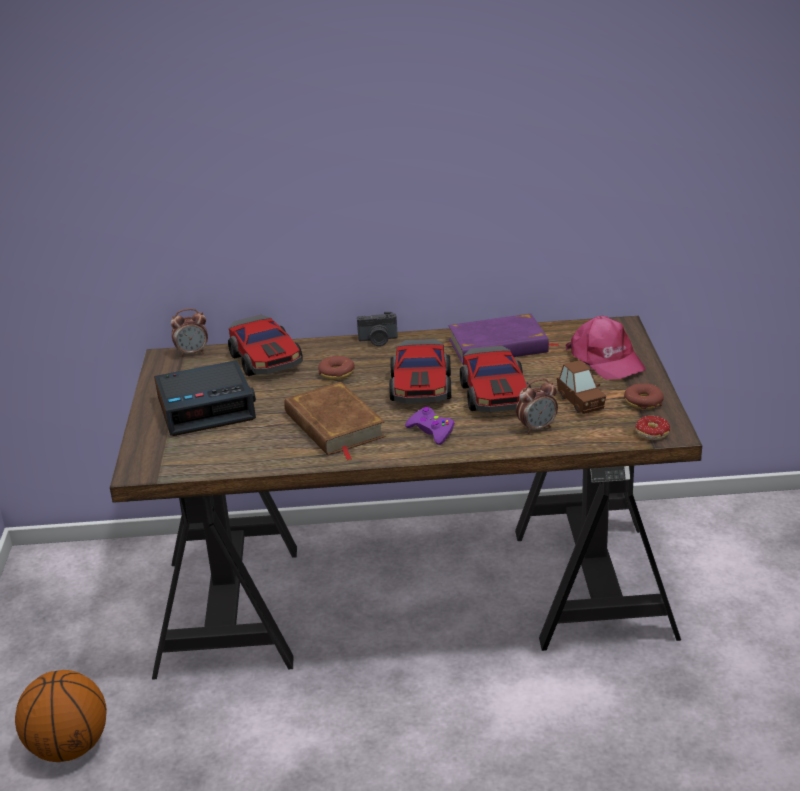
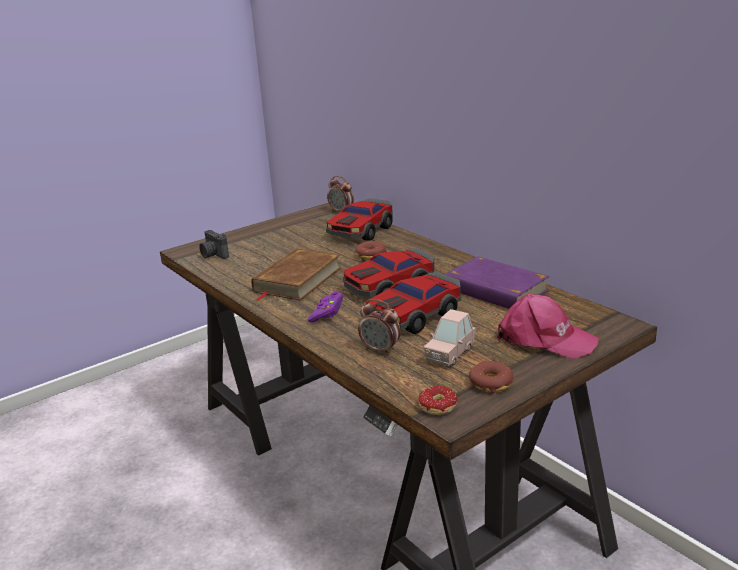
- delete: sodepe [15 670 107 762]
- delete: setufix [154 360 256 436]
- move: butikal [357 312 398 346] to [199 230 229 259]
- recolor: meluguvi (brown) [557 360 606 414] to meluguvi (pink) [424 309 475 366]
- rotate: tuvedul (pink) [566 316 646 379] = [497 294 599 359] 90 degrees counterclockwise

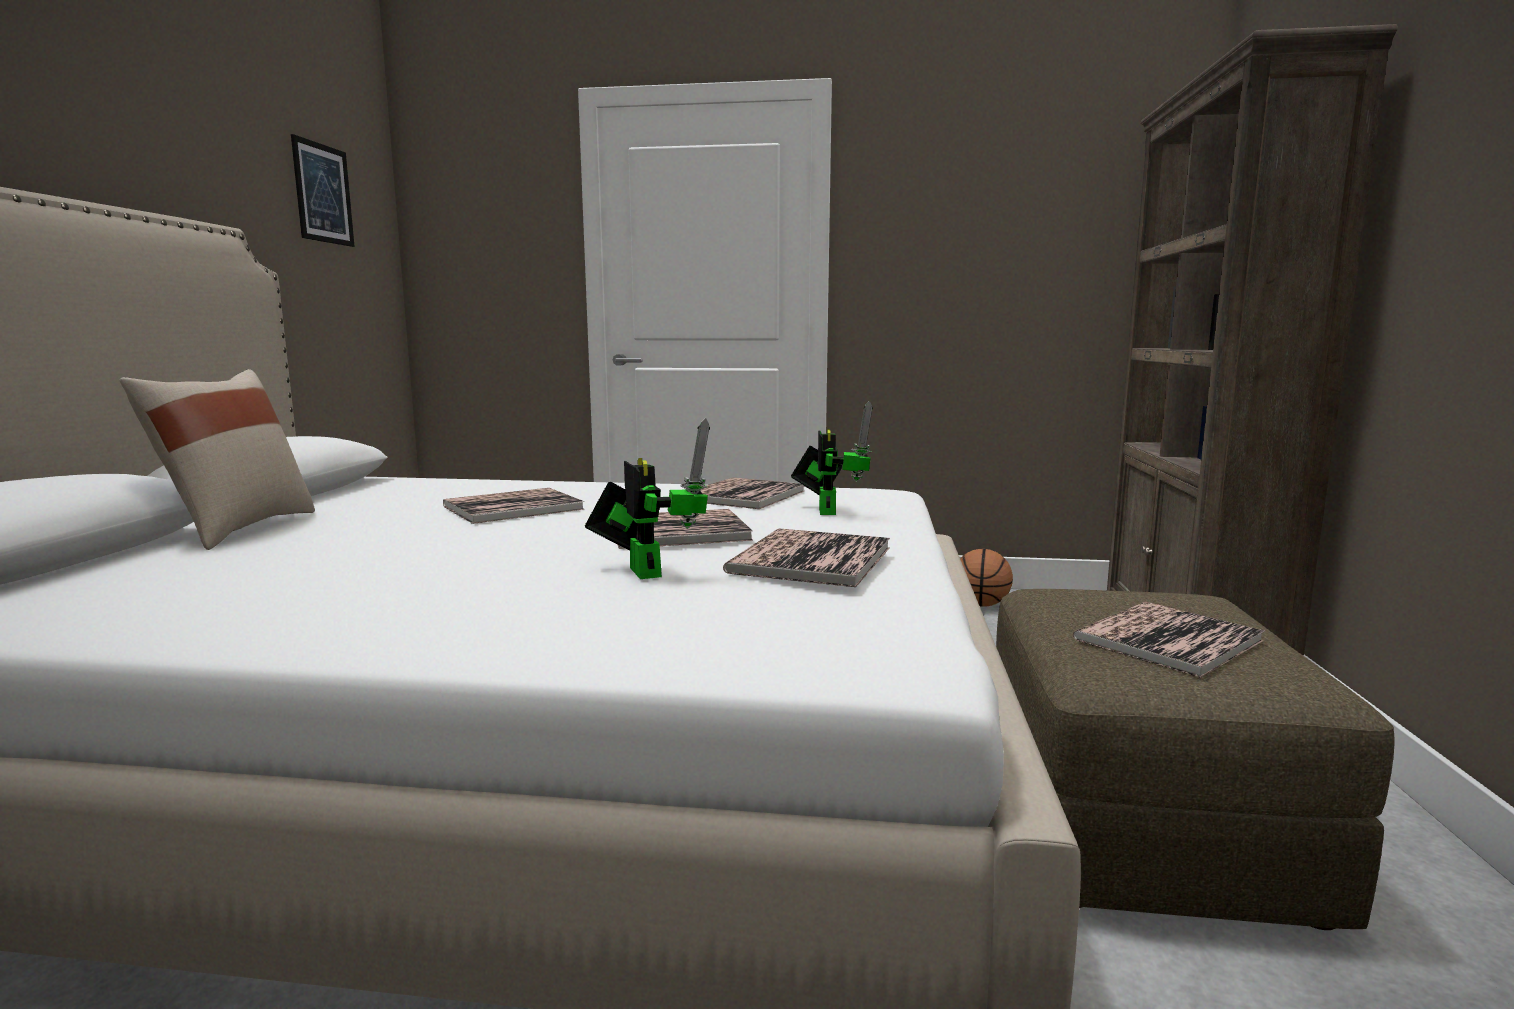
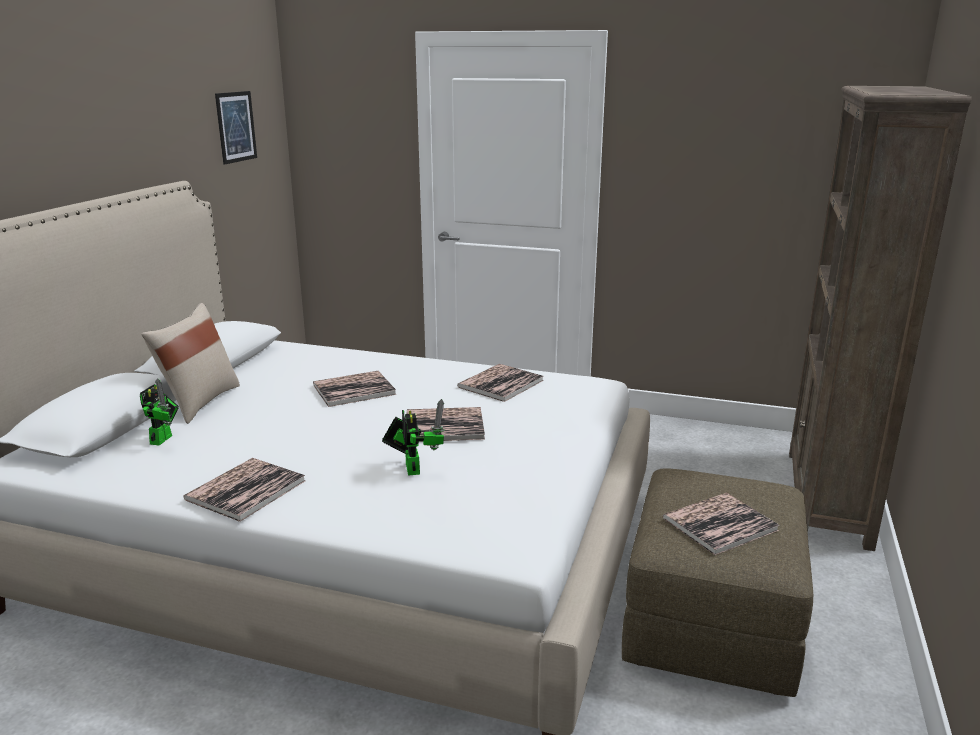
- delete: sodepe [960 549 1013 607]
- move: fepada [723 529 890 587] to [183 458 305 522]
- move: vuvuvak [791 401 873 515] to [140 378 179 445]

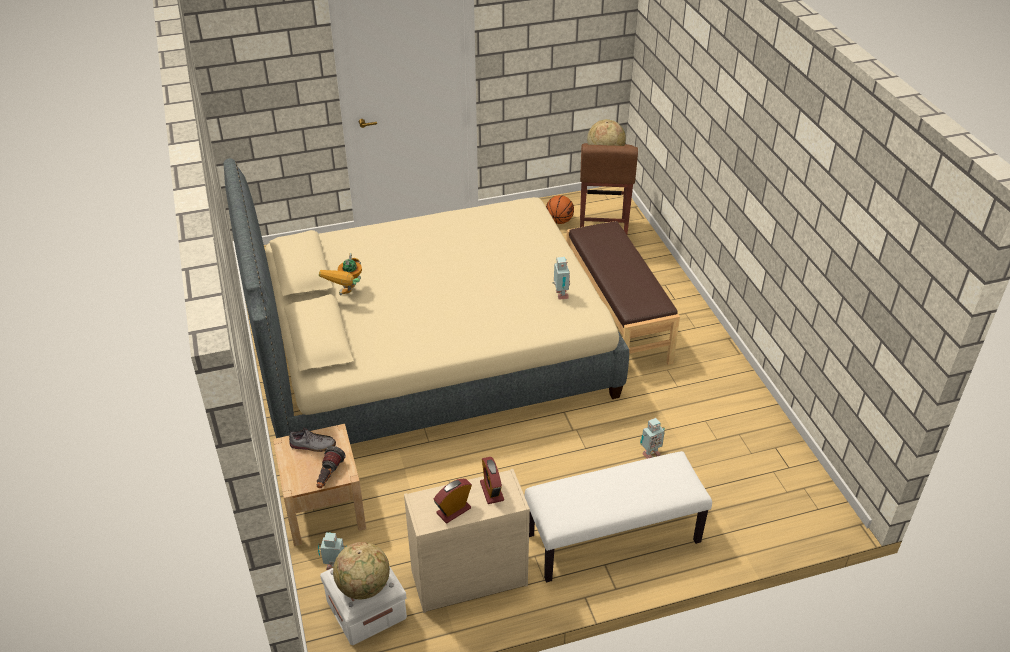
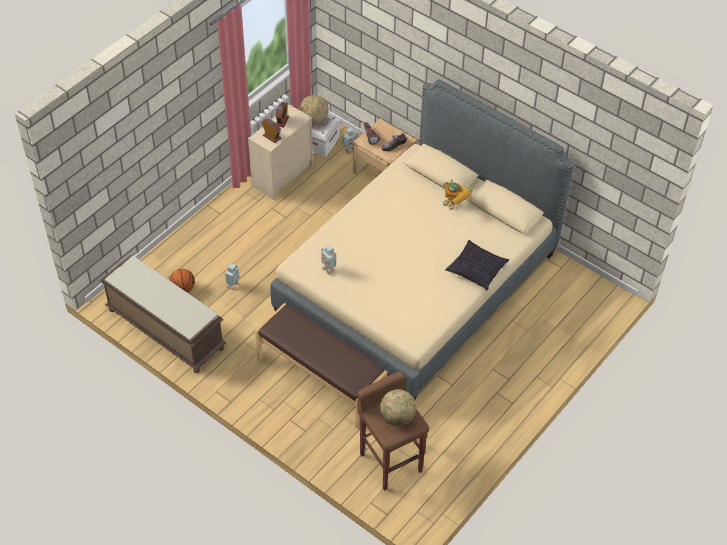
- delete: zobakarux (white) [525 451 712 582]
- insert: zobakarux (brown) [100 255 226 373]
- insert: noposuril [445 240 509 290]
- move: sodepe [546 195 574 224] to [170 269 195 293]
- rotate: vuvuvak [319 253 362 295] = [442 179 473 210] 150 degrees clockwise

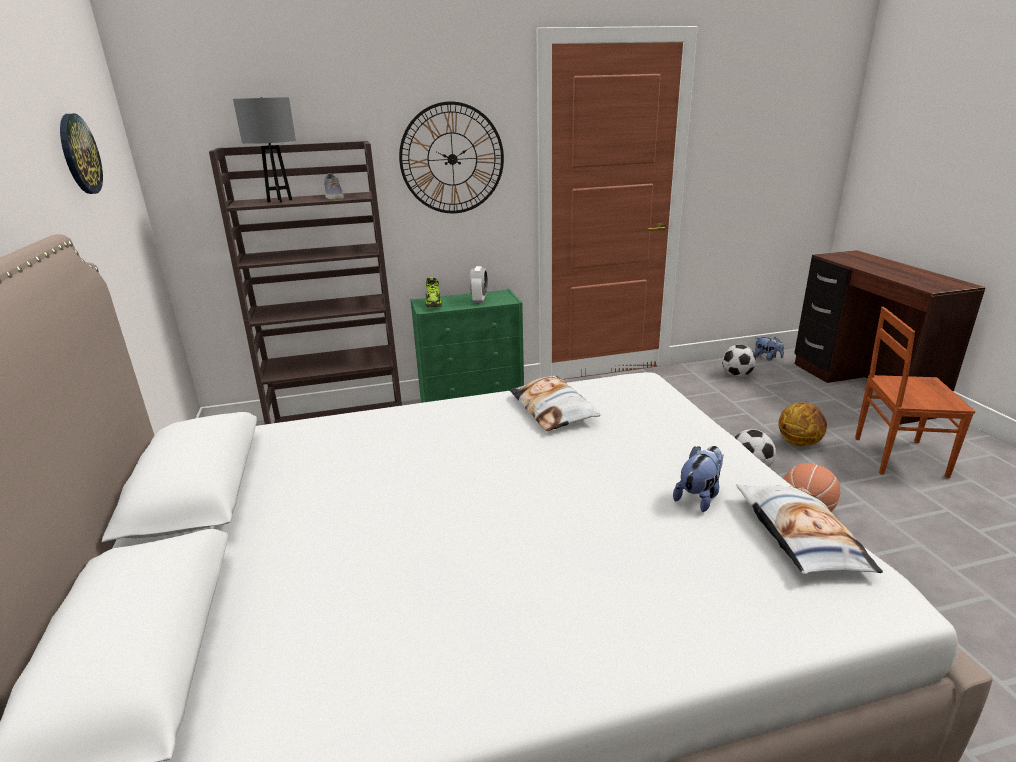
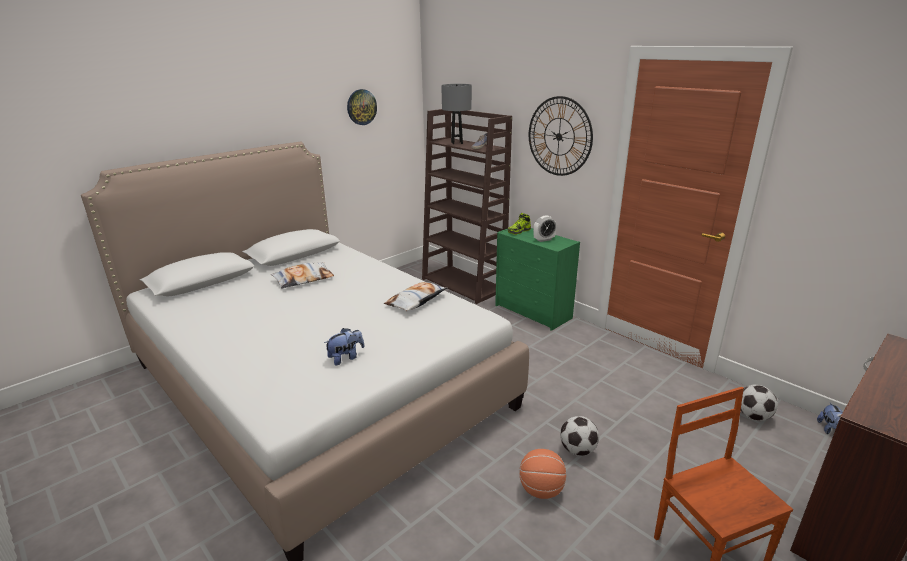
- delete: sodepe [778 403 827 446]
- move: noposuril [737 484 883 574] to [271 262 334 289]
- rotate: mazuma [673 446 723 512] = [324 328 364 365] 45 degrees counterclockwise

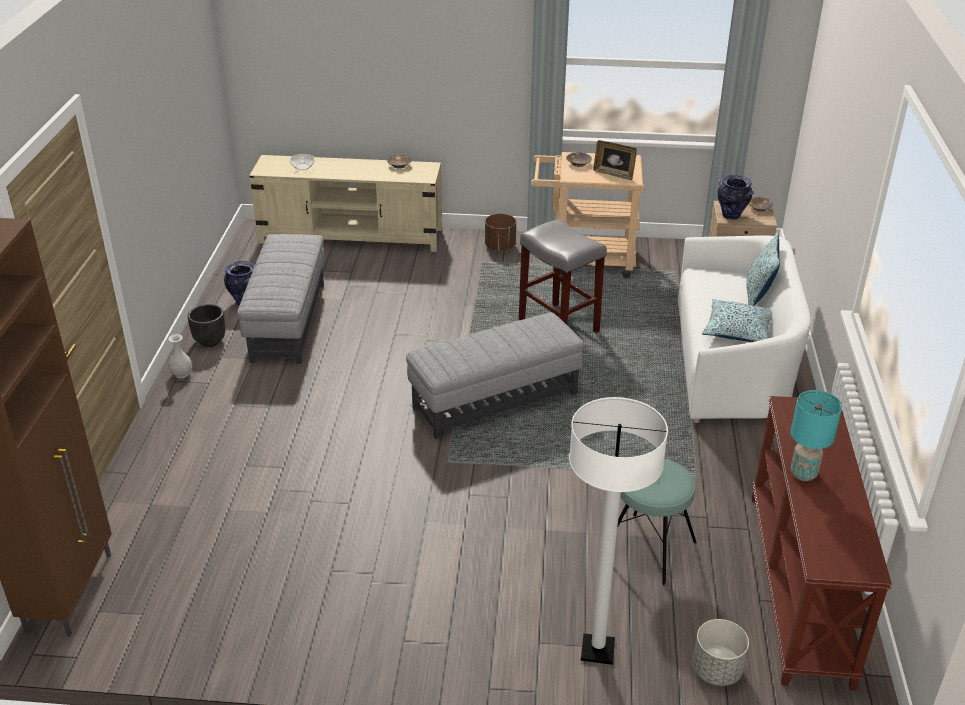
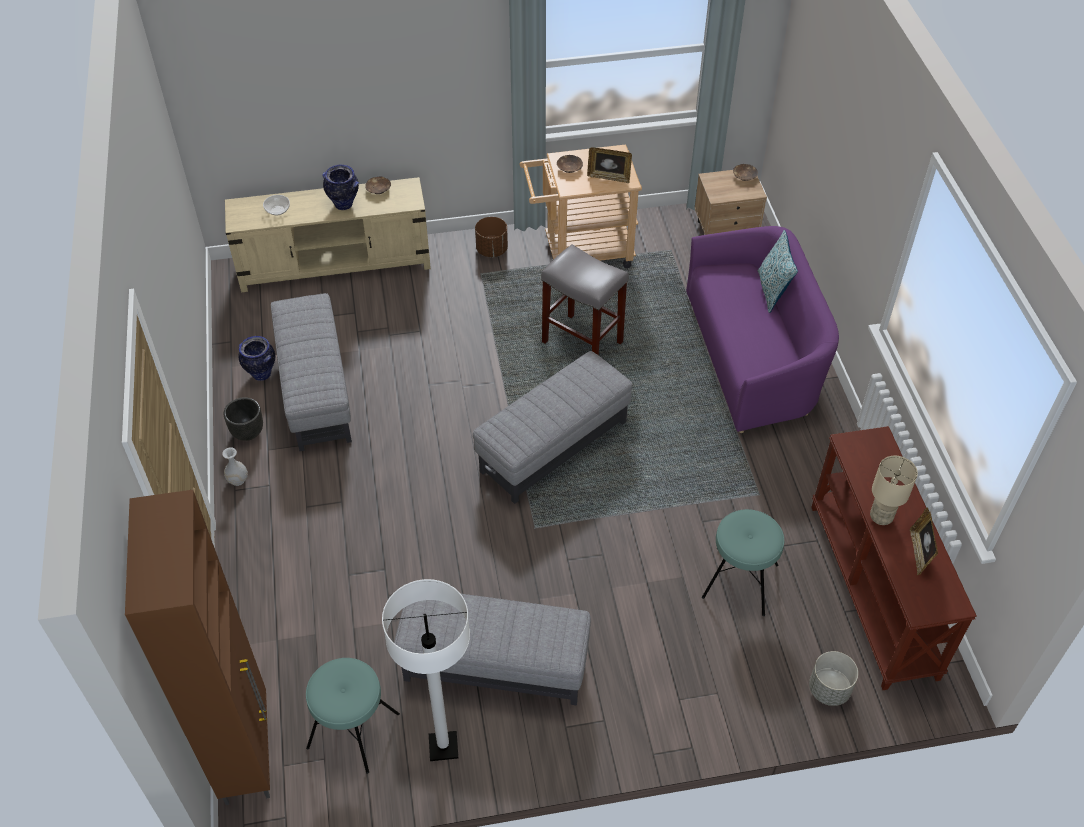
- delete: noposuril [702 299 772 342]
- insert: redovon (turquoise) [306 658 400 774]
- insert: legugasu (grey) [394 594 591 706]
- insert: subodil [910 508 938 575]
- move: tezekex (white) [569 397 668 665] to [382 579 470 761]
- move: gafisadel [717 175 754 220] to [322 165 359 210]
- recolor: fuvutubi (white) [678 236 811 423] to fuvutubi (purple) [686 226 839 433]
- recolor: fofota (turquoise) [791 390 842 481] to fofota (beige) [870 456 918 525]

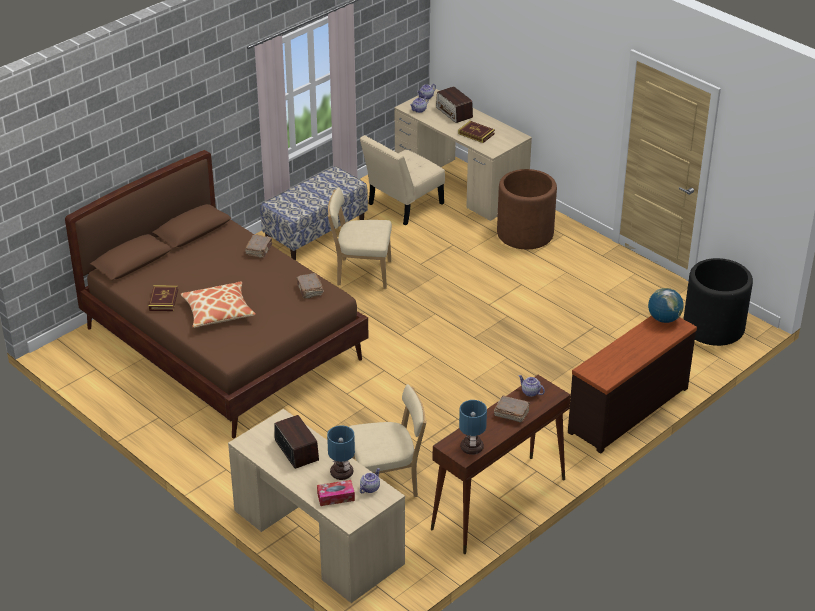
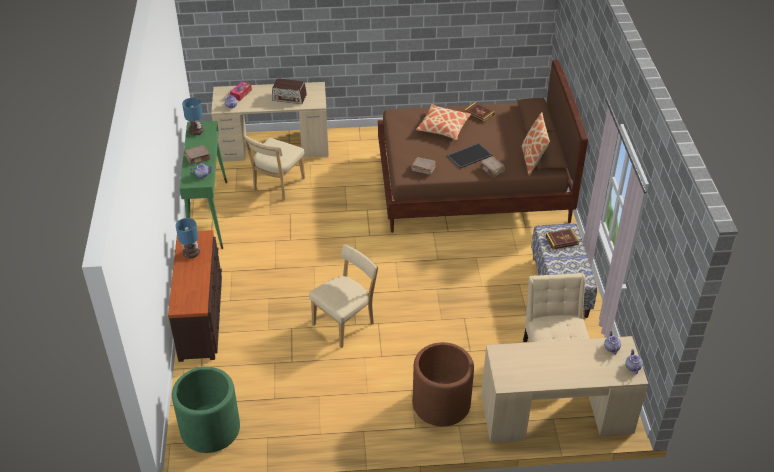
- delete: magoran [436 86 473 123]
- delete: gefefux [648 288 684 323]
- insert: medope [447 143 492 169]
- insert: noposuril [521 112 550 175]
- move: fofota [327 425 355 480] to [176 218 200 258]
- move: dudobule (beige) [328 187 392 289] to [309 244 378 348]
- move: fepada [458 121 495 143] to [546 228 580 249]
- recolor: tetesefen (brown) [431 375 571 554] to tetesefen (green) [180 121 227 249]
- recolor: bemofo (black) [684 258 753 346] to bemofo (green) [172 367 240 453]

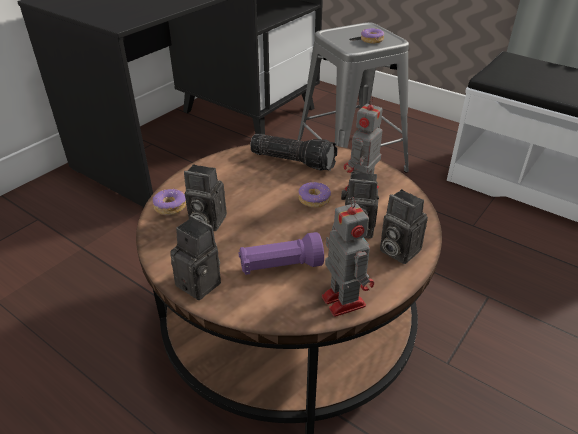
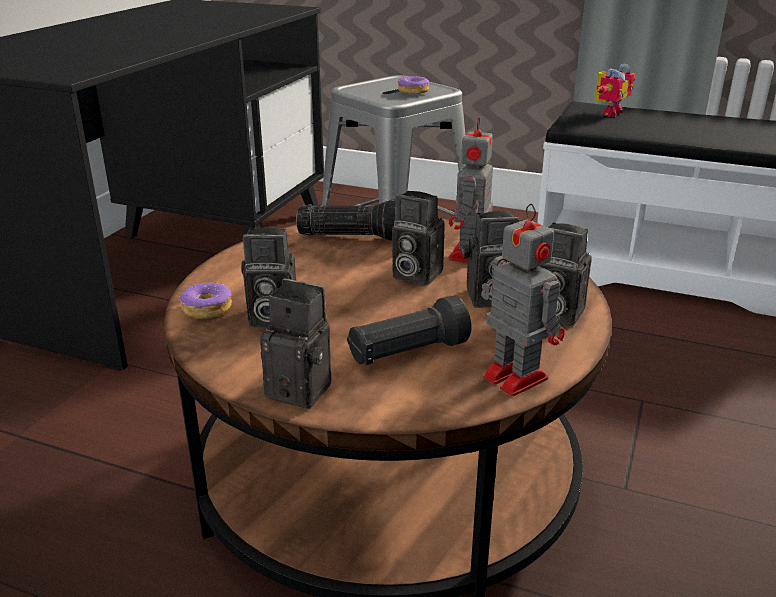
- insert: vuvuvak [595 64 636 117]
- replace: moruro [298 182 331 208] to butikal [392 191 445 286]
- recolor: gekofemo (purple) [238 232 324 275] to gekofemo (black) [347 295 471 365]

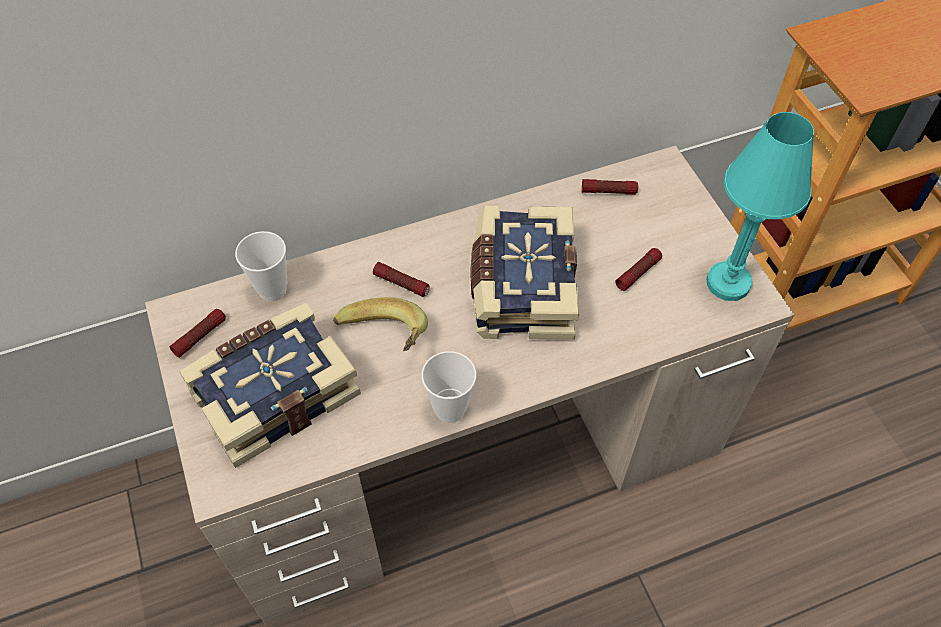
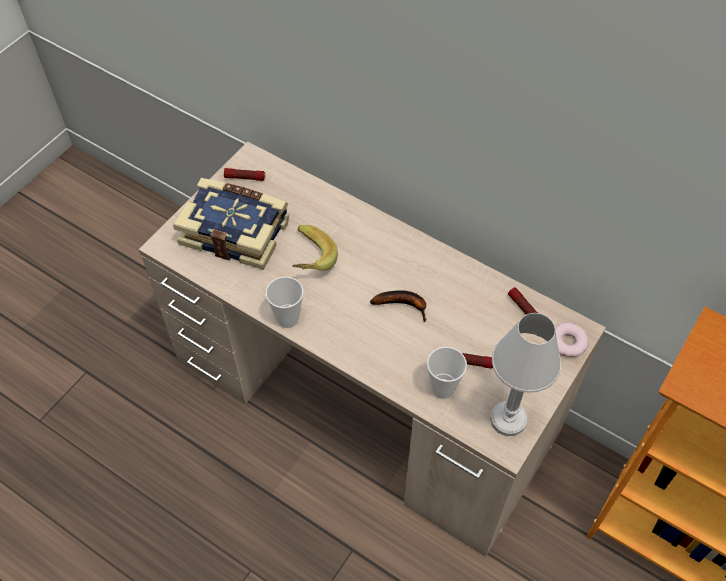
- delete: gekofemo [373 262 430 297]
- insert: moruro [555 322 589 357]
- move: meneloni [235 231 287 301] to [427 347 467 399]
- replace: fepada [470 206 579 340] to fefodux [370 290 426 322]
- recolor: fofota (turquoise) [706 112 814 301] to fofota (white) [490 313 561 436]

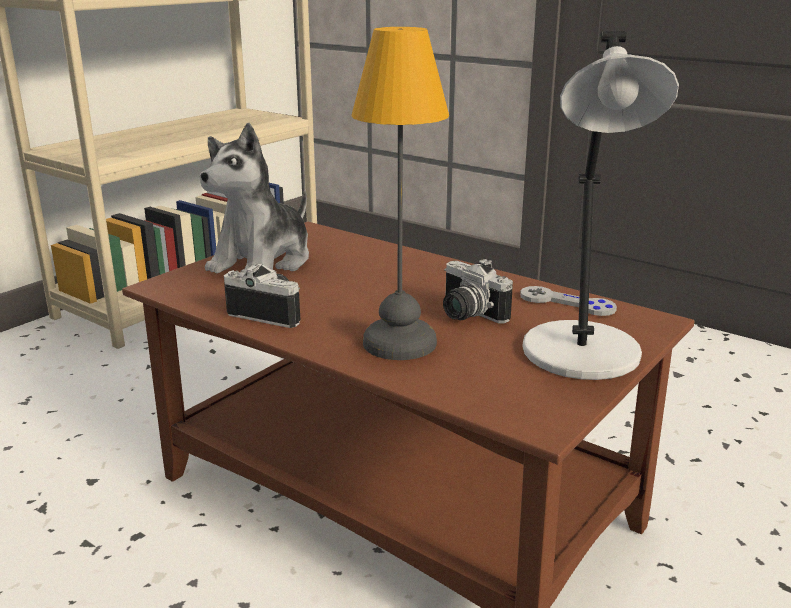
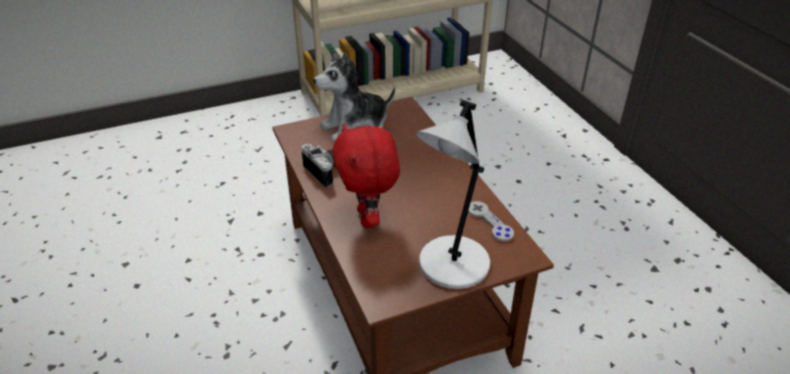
- delete: butikal [443 259 513 324]
- replace: fofota [351 27 449 360] to mazuma (red) [332 123 400 228]

